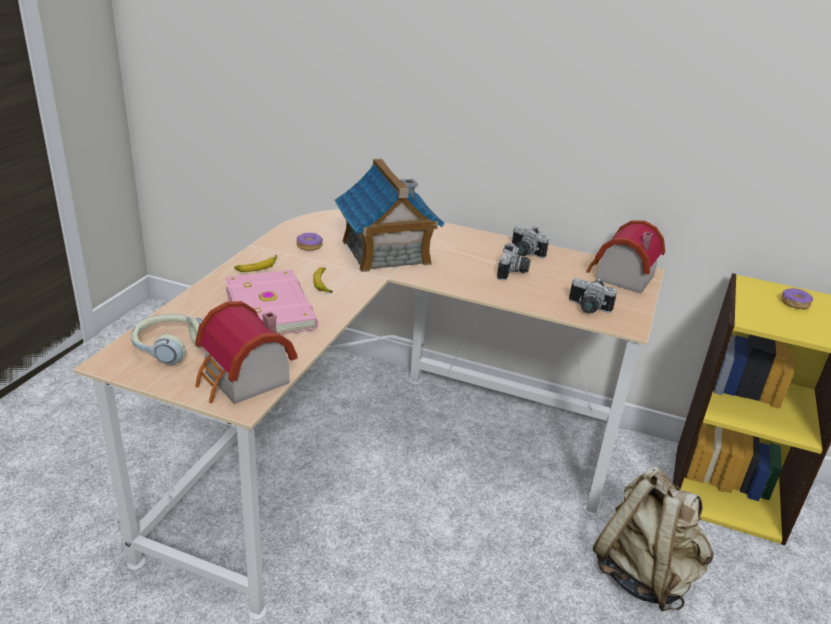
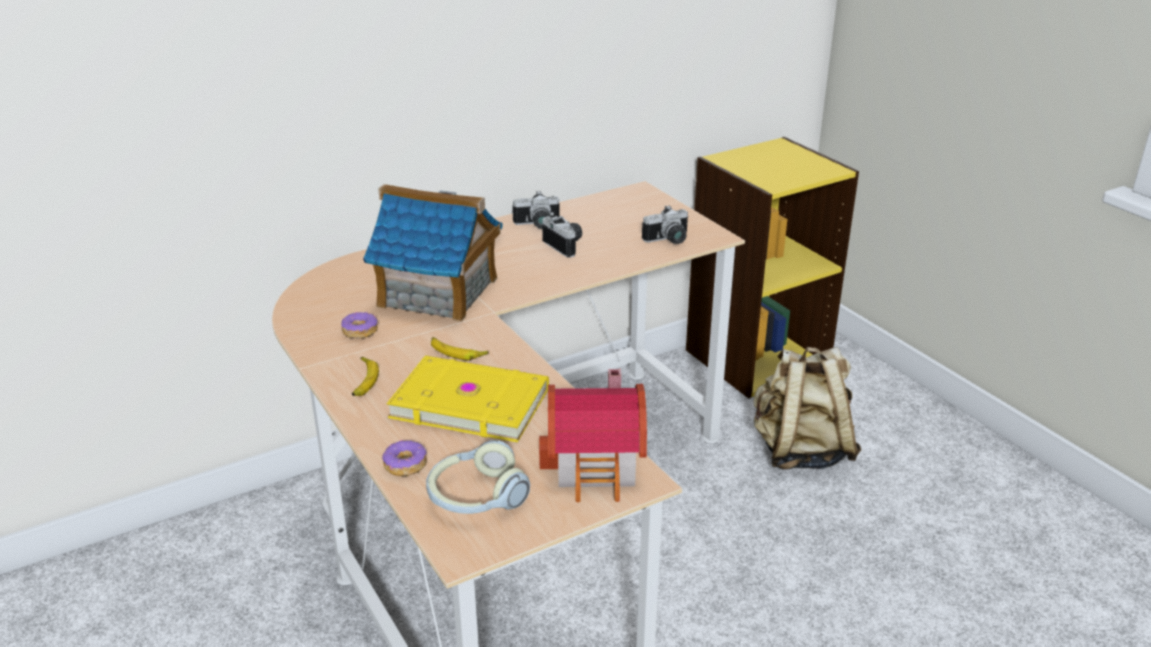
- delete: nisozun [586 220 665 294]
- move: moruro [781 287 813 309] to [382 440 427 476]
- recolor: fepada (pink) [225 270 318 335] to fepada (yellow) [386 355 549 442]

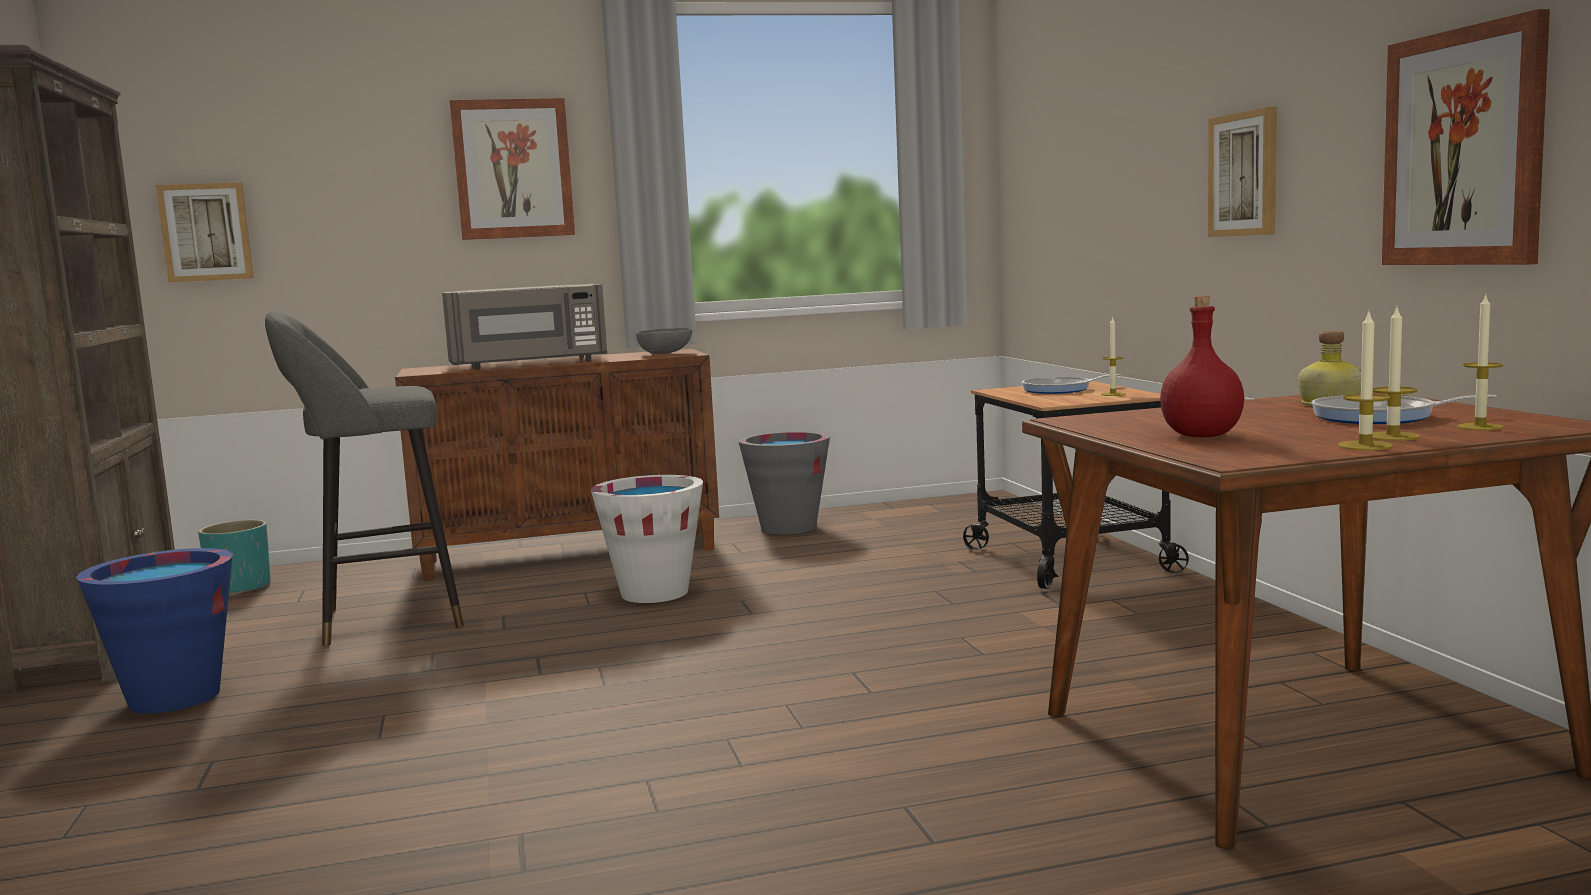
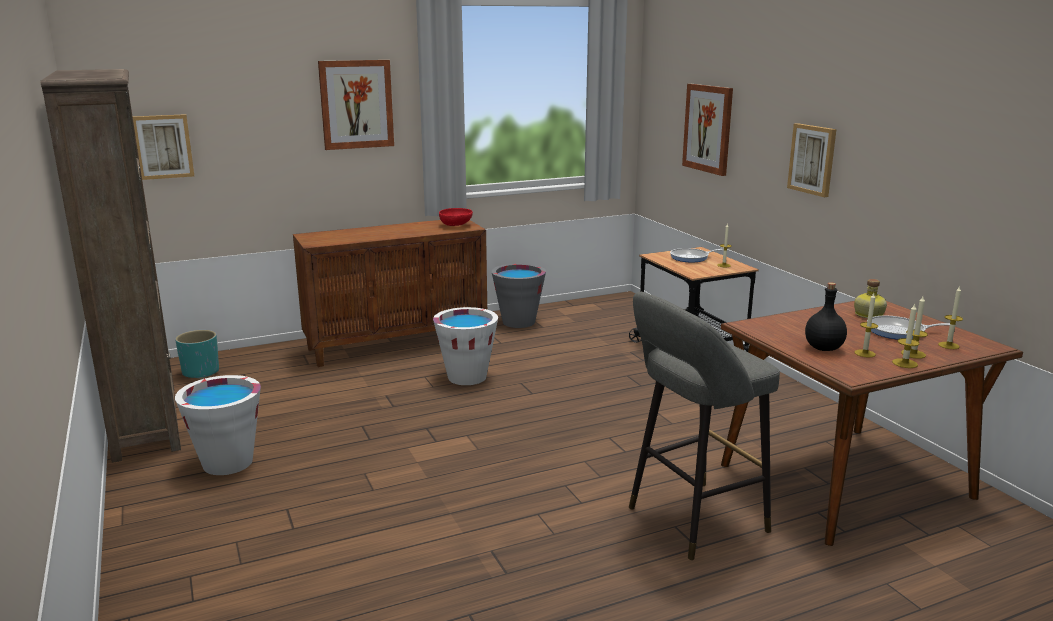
- delete: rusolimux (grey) [442 284 607 369]
- insert: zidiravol [855 293 878 358]
- move: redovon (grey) [265 311 464 646] to [629 291 780 560]
- move: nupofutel [1382 9 1550 265] to [682 84 733 176]
- recolor: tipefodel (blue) [76 548 233 714] to tipefodel (white) [175 375 261 475]
- recolor: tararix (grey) [636 328 692 354] to tararix (red) [439 208 473 226]
- recolor: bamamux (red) [1160 296 1244 437] to bamamux (black) [805 282 847 351]

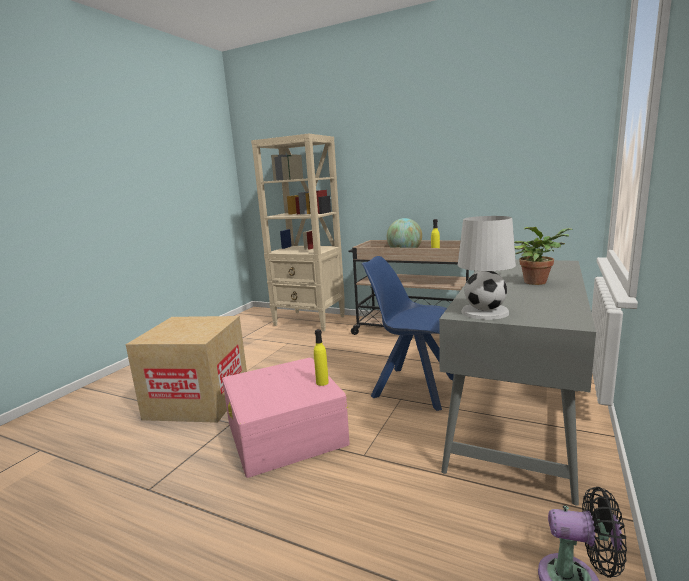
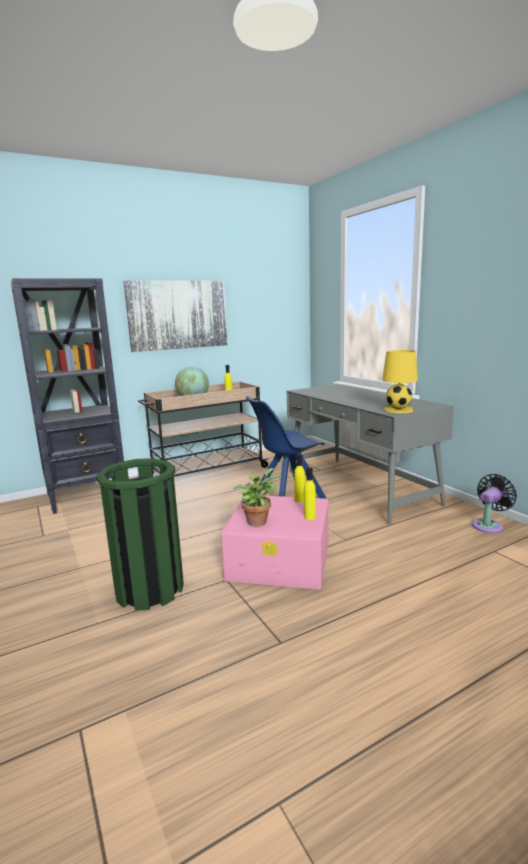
- insert: nupofutel [124 280 228 352]
- insert: bamamux (yellow) [304 467 316 520]
- move: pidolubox [514 227 573 285] to [234 468 279 526]
- replace: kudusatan [126 316 247 423] to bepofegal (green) [96 458 184 611]
- recolor: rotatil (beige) [251 133 345 331] to rotatil (black) [11 278 124 514]
- recolor: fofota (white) [458 216 516 320] to fofota (yellow) [382 350 418 413]

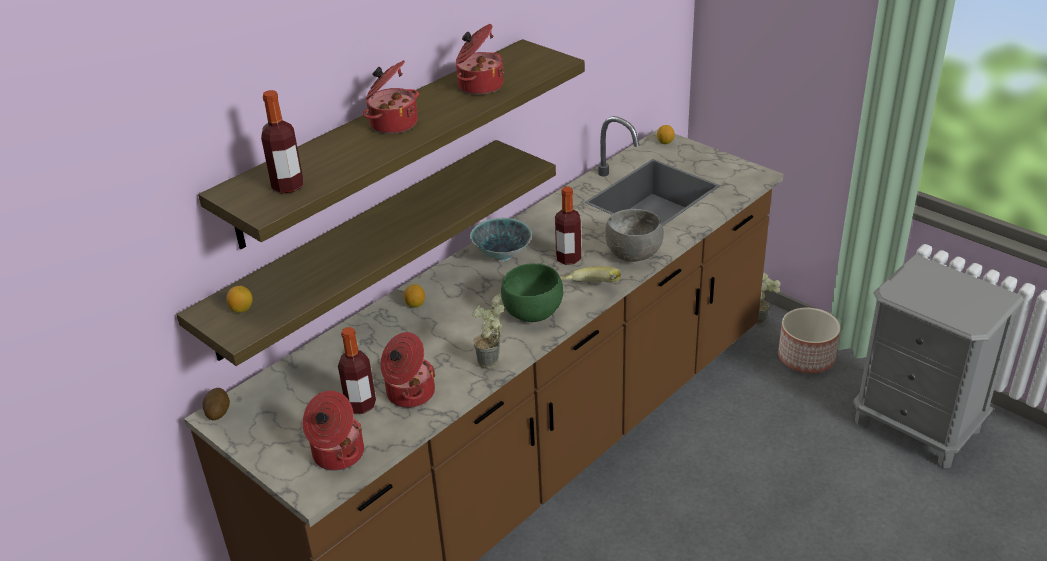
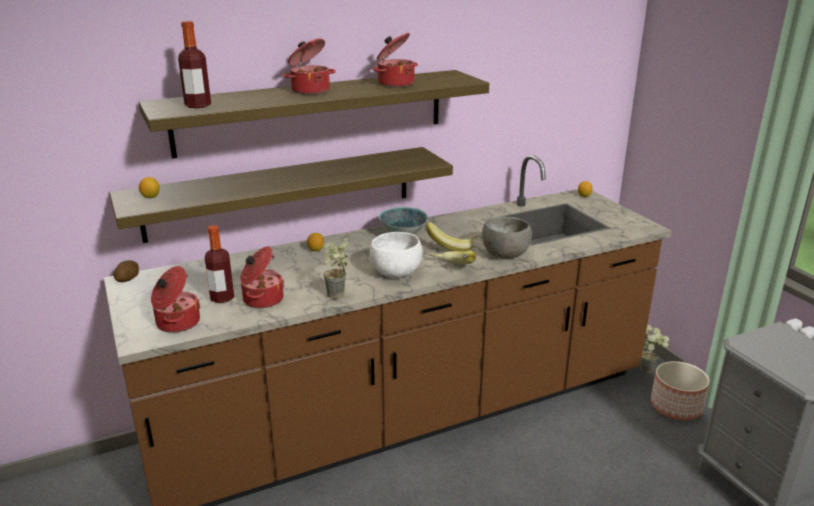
- replace: bamamux [555 186 581 265] to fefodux [426 223 477 251]
- recolor: tararix (green) [501 263 563 322] to tararix (white) [370 232 422 278]

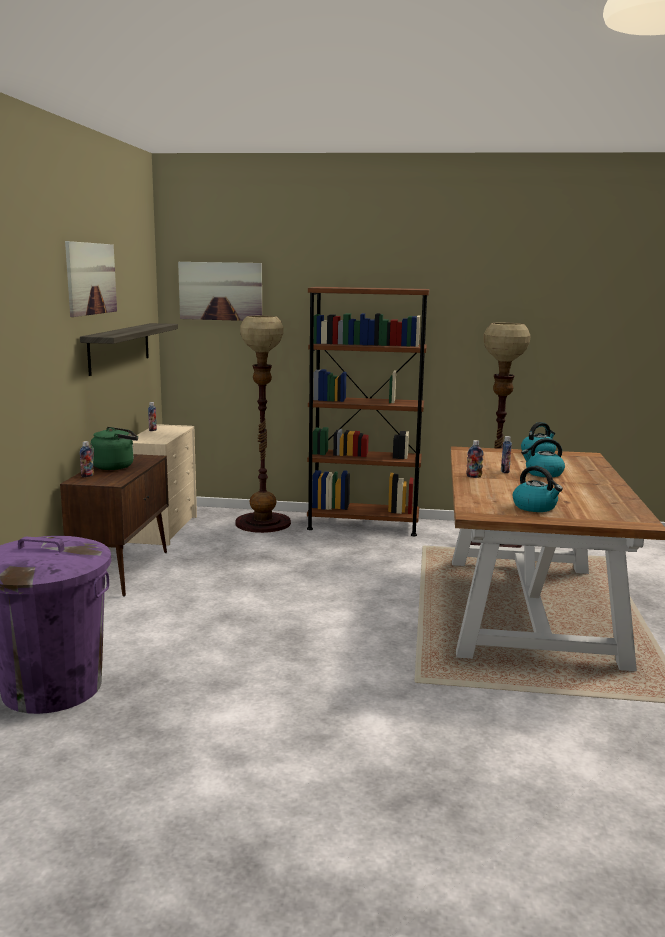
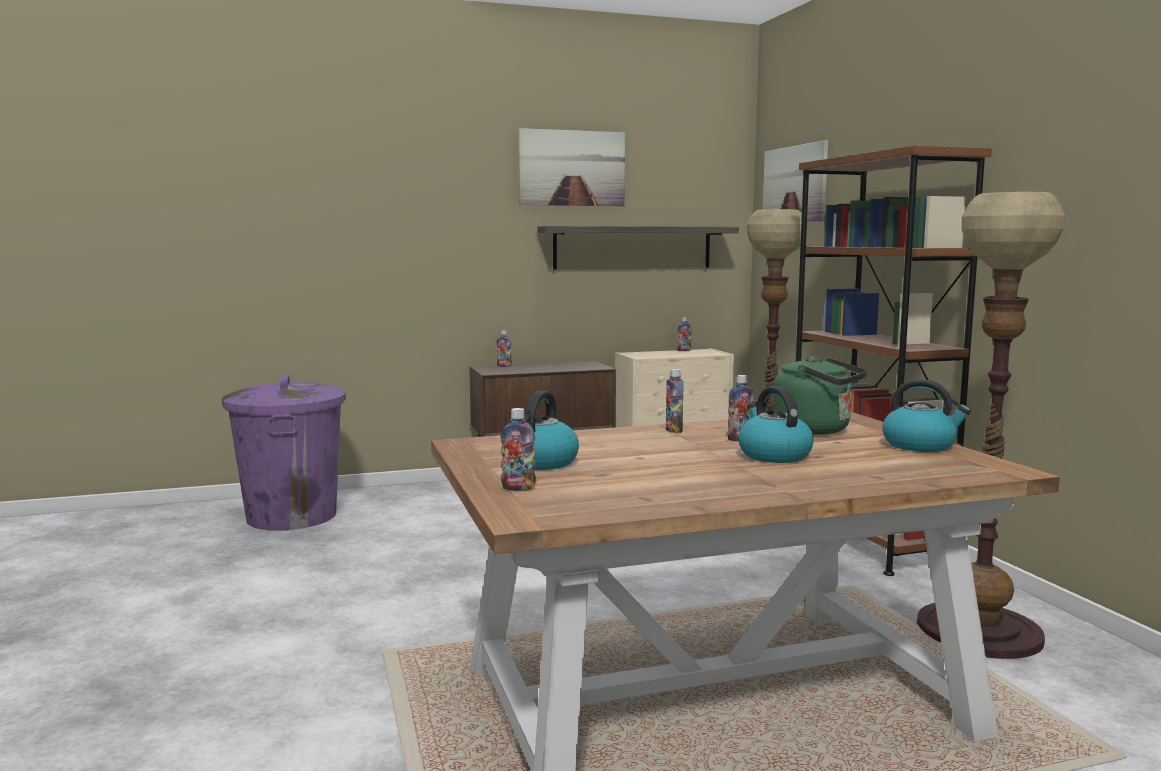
- insert: bamamux [500 408 536 491]
- move: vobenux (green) [90 427 138 470] to [773 356 867 435]

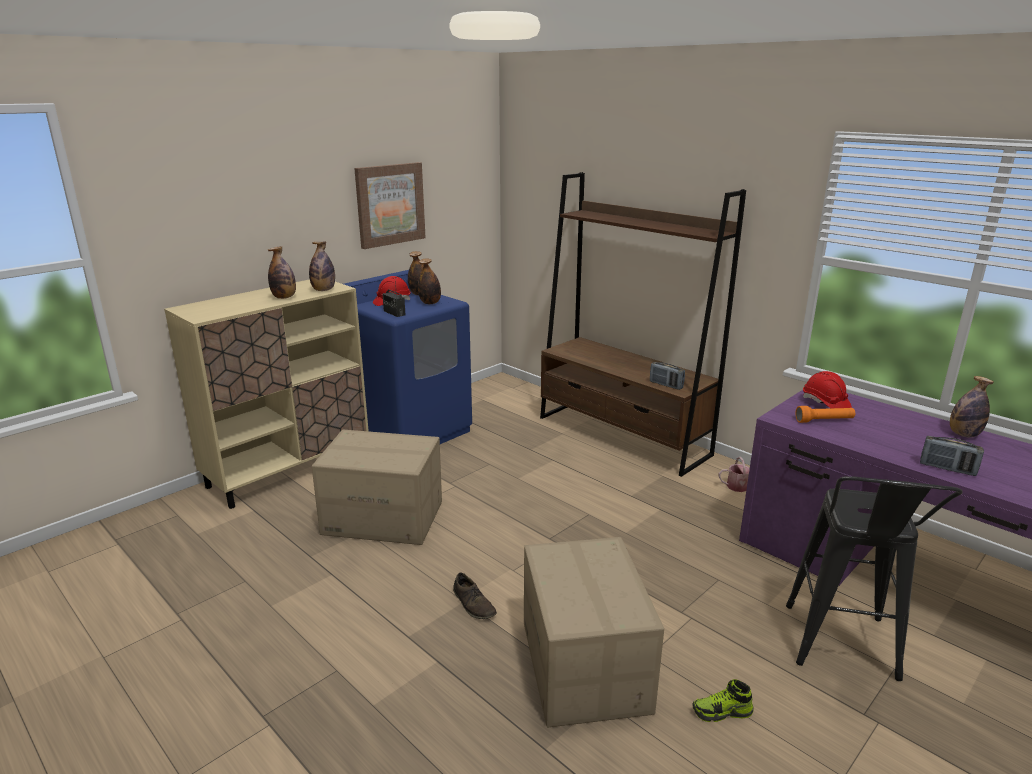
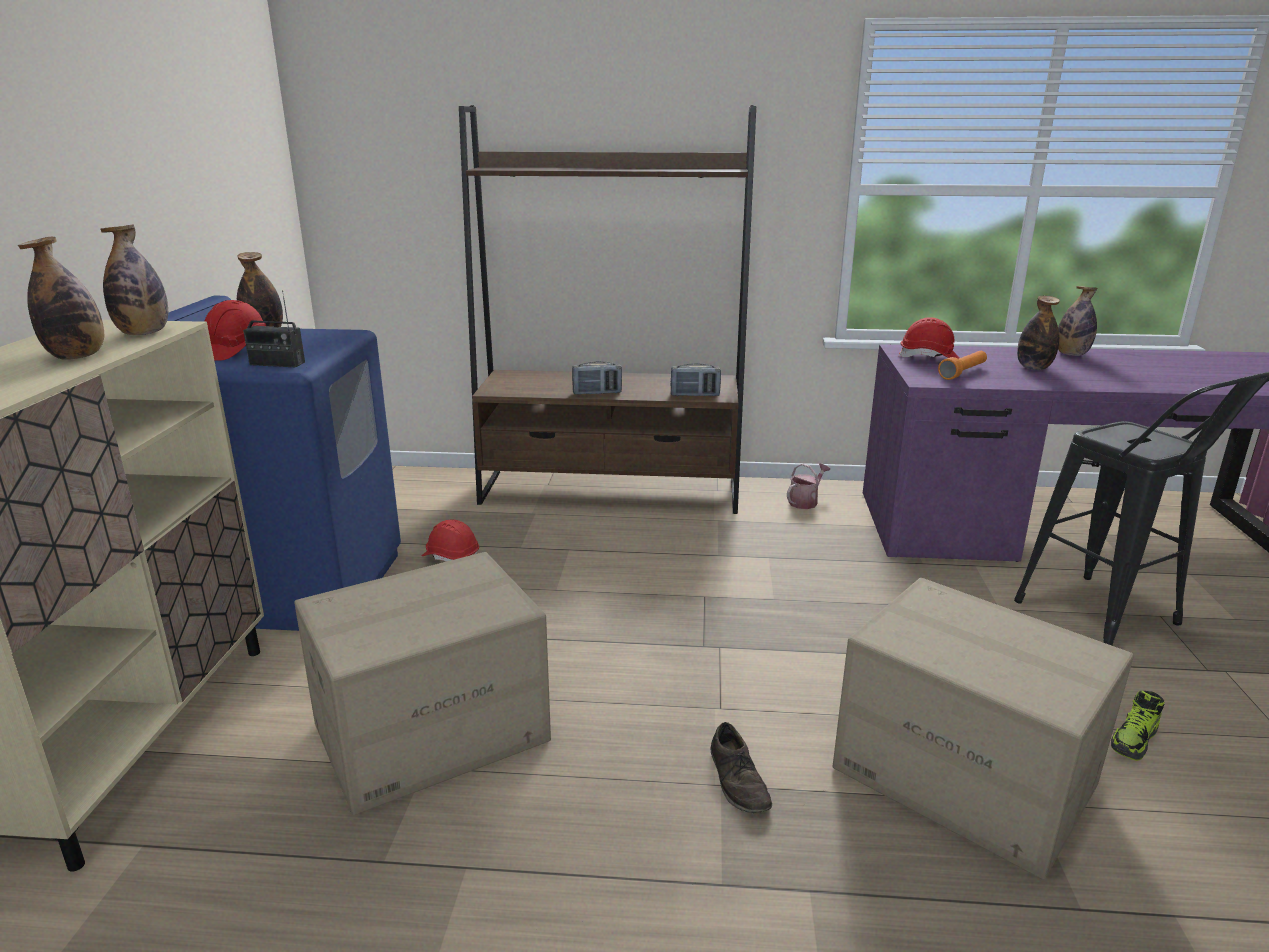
- delete: nupofutel [354 162 426 249]
- insert: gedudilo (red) [422 520 479 561]
- move: bamamux [418 258 441 304] to [1017 296 1060 370]
- move: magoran [920 436 984 476] to [572 361 622 395]
- rotate: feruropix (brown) [453 573 497 619] = [711 722 772 813] 60 degrees clockwise

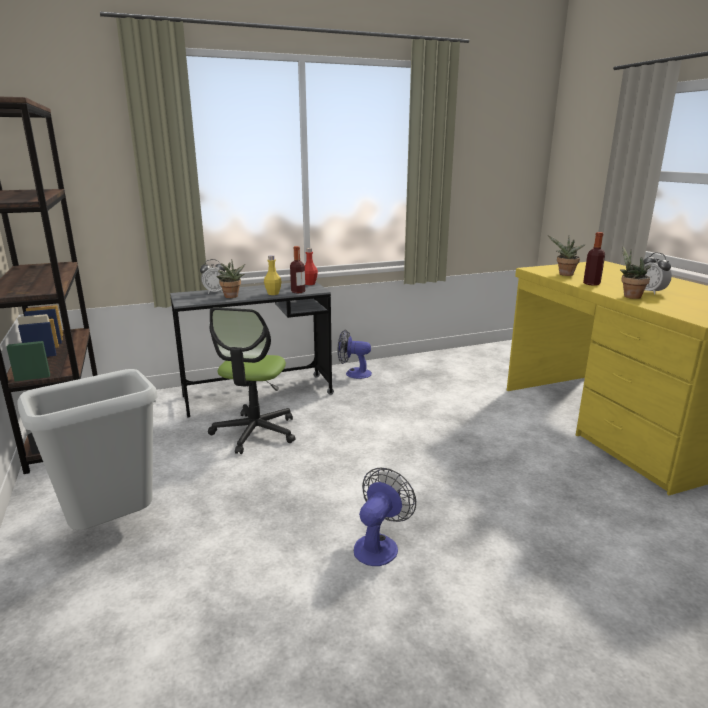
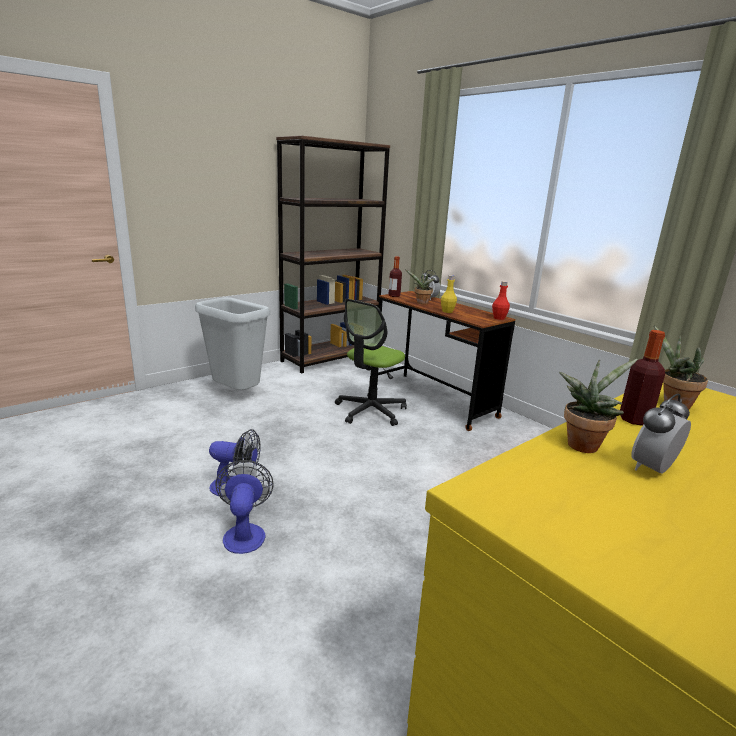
- move: bamamux [290 246 305 293] to [388 256 402 297]
- move: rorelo [338 330 372 379] to [215 460 274 554]
- recolor: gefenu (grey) [170 282 334 418] to gefenu (brown) [377 291 515 431]
- rotate: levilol [208 307 296 454] = [335 299 407 426] 45 degrees counterclockwise

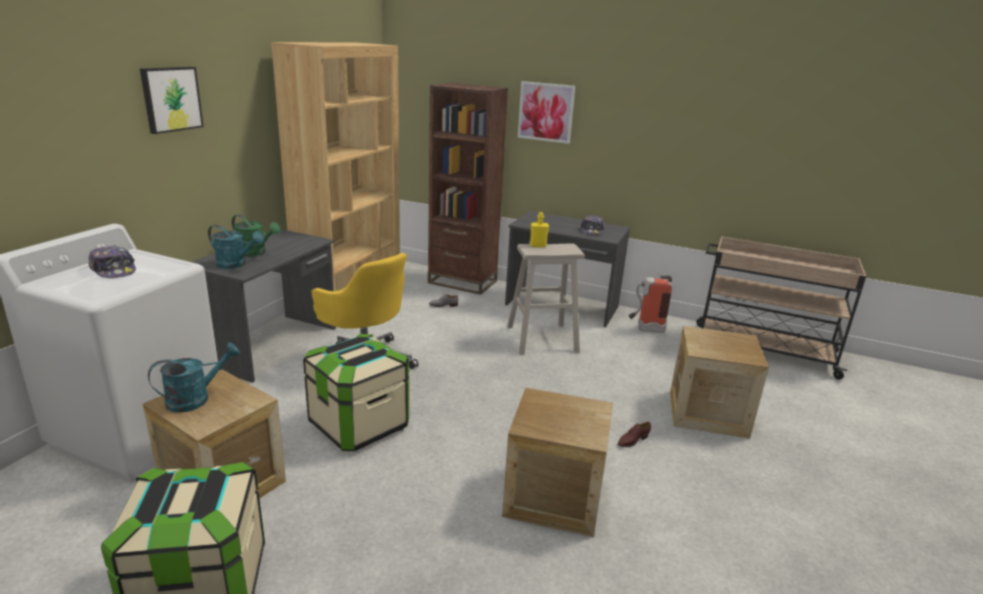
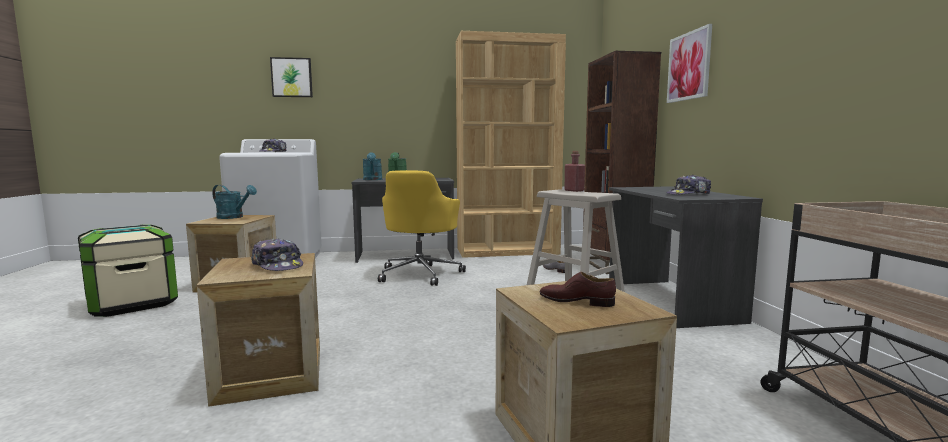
- delete: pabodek [303 334 409 451]
- delete: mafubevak [628 273 673 333]
- insert: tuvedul [251 238 303 271]
- move: nupofutel [140 67 204 134] to [270 57 313 97]
- move: feruropix (brown) [618 422 651 447] to [539 272 616 307]
- recolor: bamamux (yellow) [530 212 549 247] to bamamux (red) [564 151 585 192]

